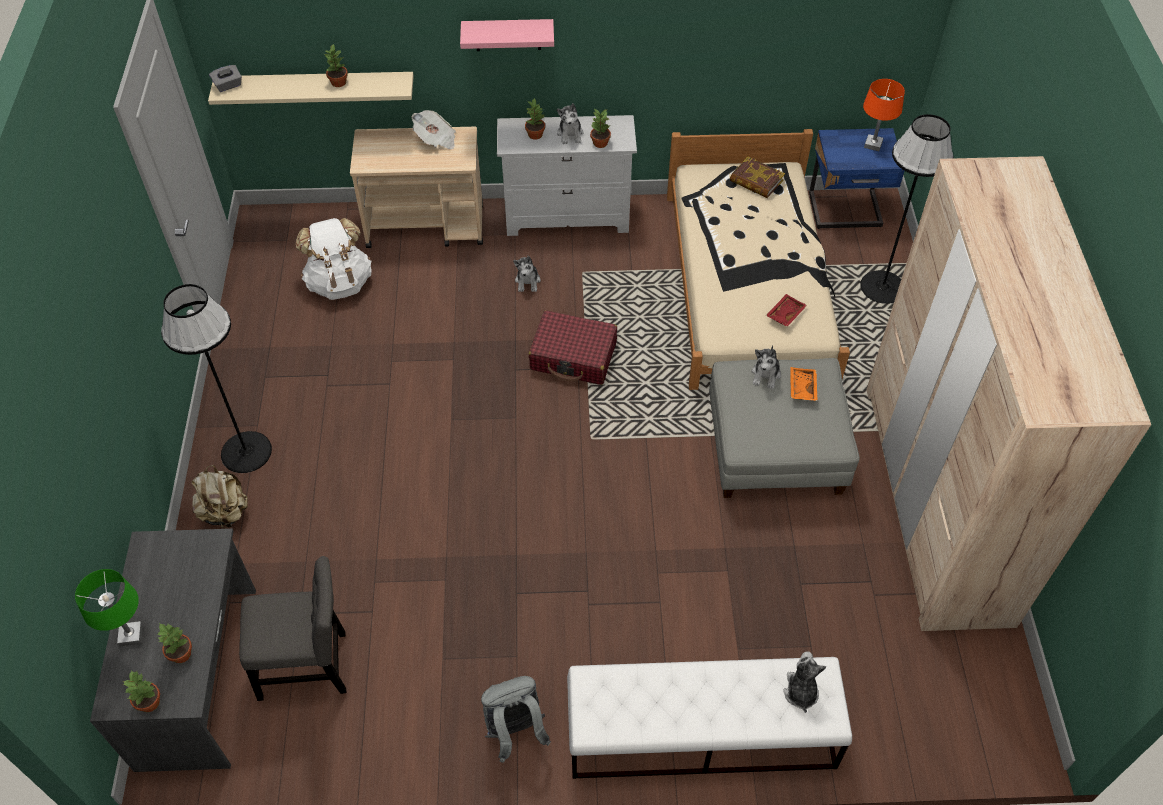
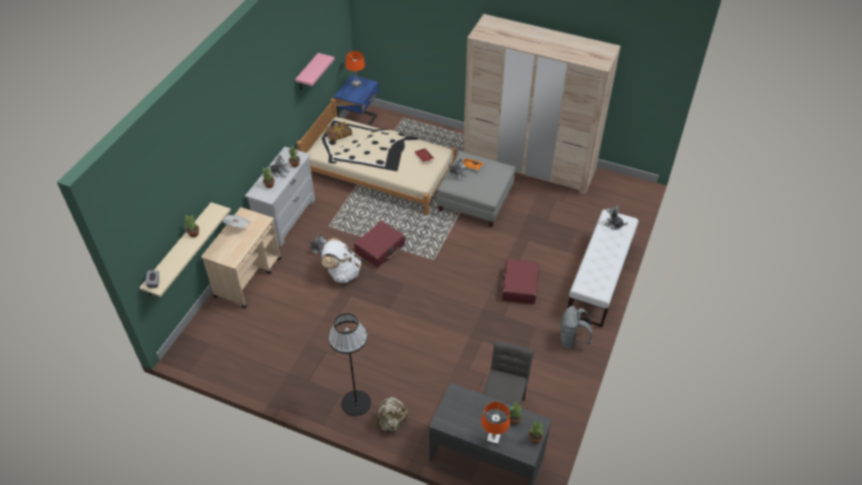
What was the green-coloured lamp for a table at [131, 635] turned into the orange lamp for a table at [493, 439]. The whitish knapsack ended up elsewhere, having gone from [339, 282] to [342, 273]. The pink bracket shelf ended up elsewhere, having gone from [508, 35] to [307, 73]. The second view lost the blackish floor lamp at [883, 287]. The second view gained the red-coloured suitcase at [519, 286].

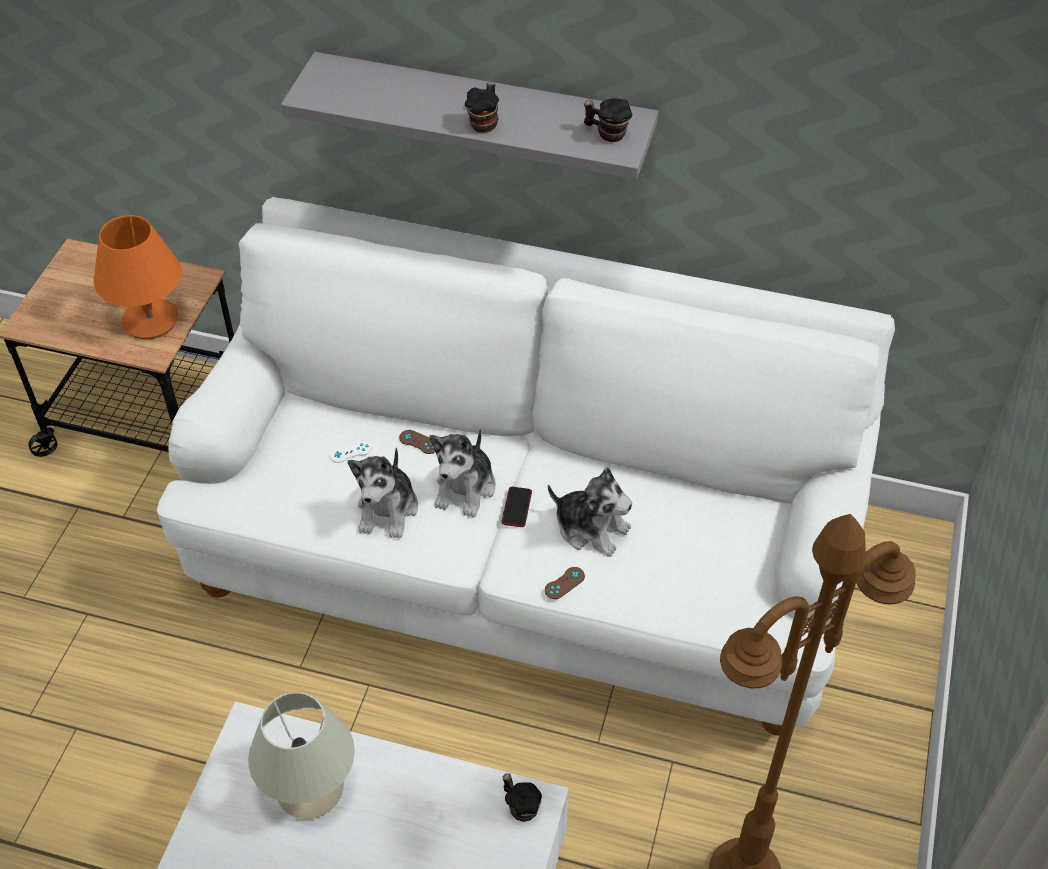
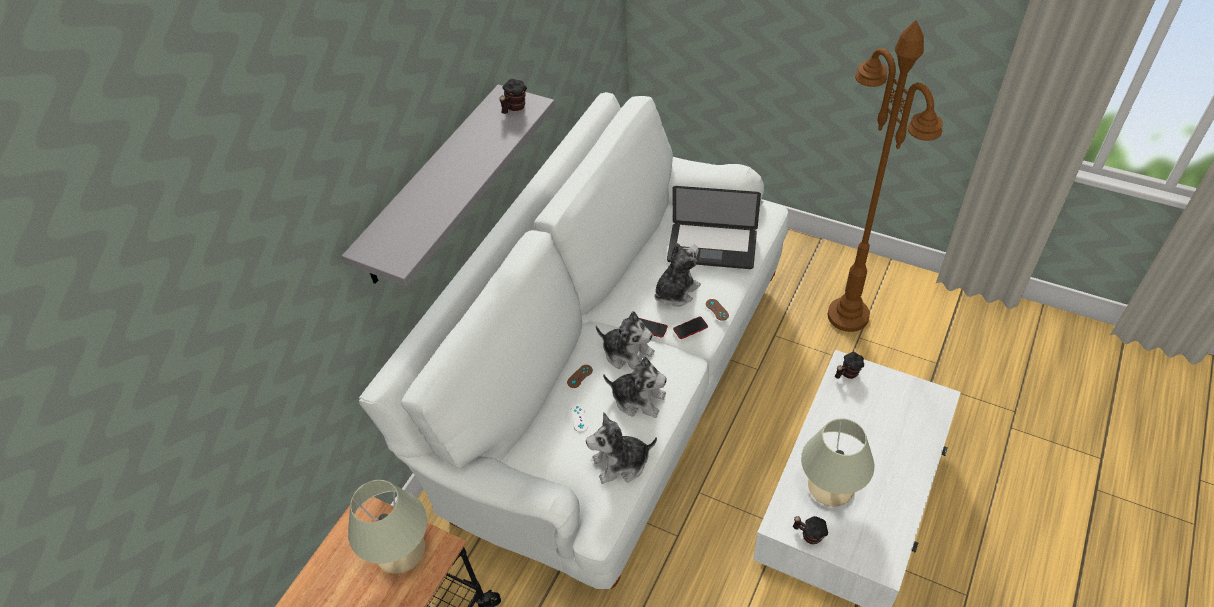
What was the orange lamp for a table at [150, 320] turned into the beige-coloured lamp for a table at [400, 551]. The coffee mug ended up elsewhere, having gone from [485, 122] to [808, 535]. The second view gained the cuddly toy at [621, 463]. The second view gained the laptop at [712, 247]. The second view gained the phone at [690, 328].

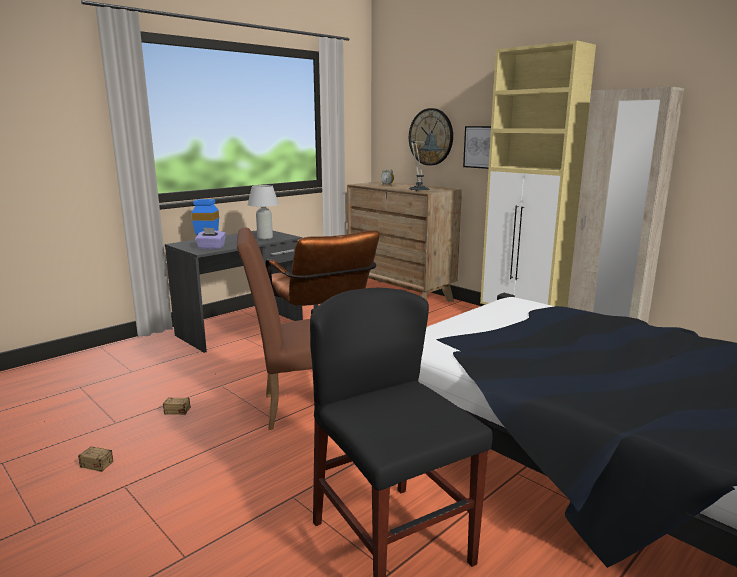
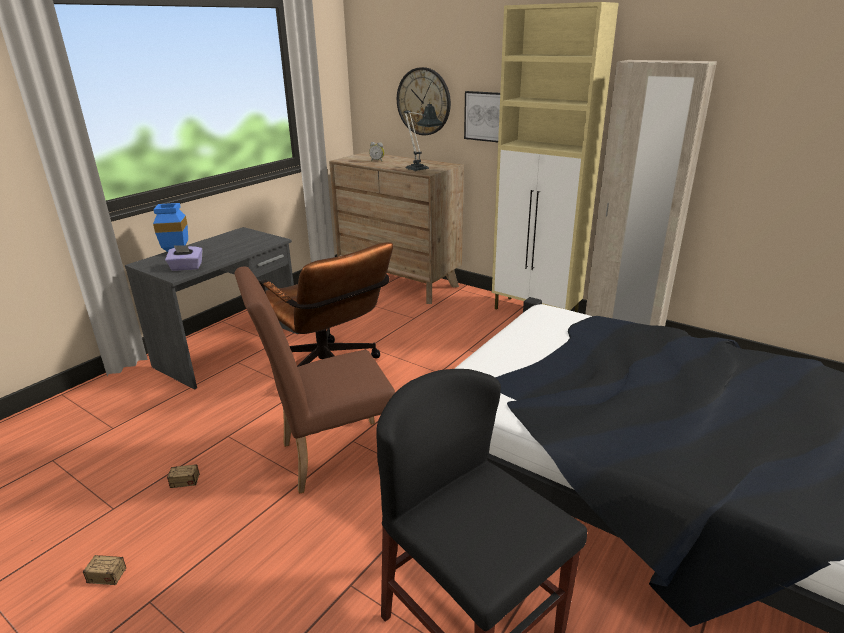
The second view lost the whitish lamp for a table at [265, 238].

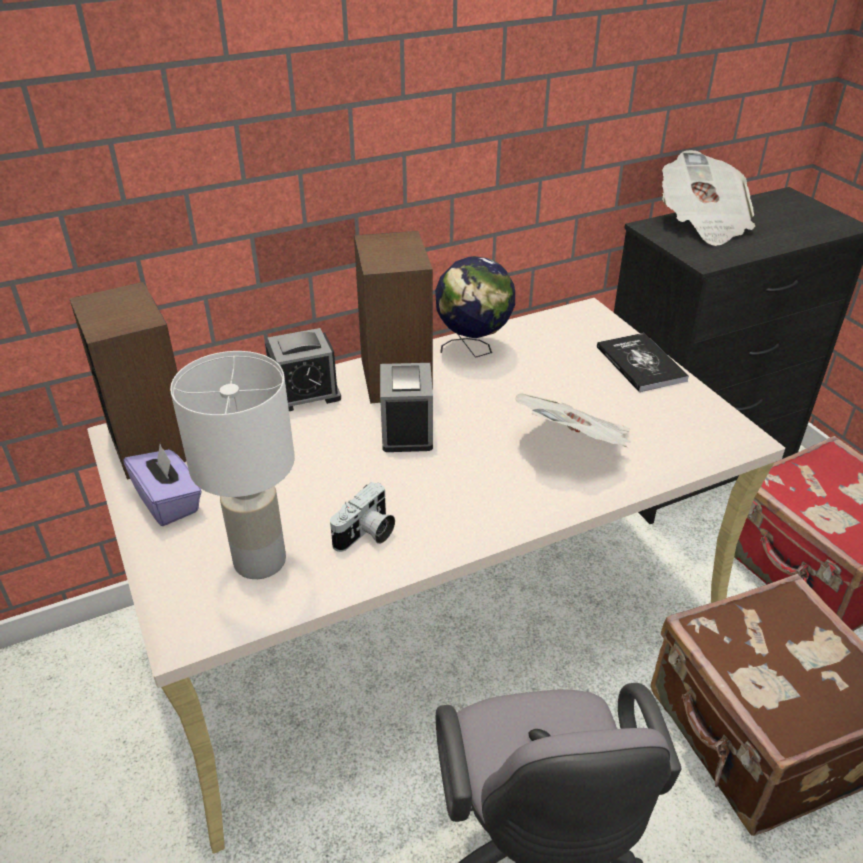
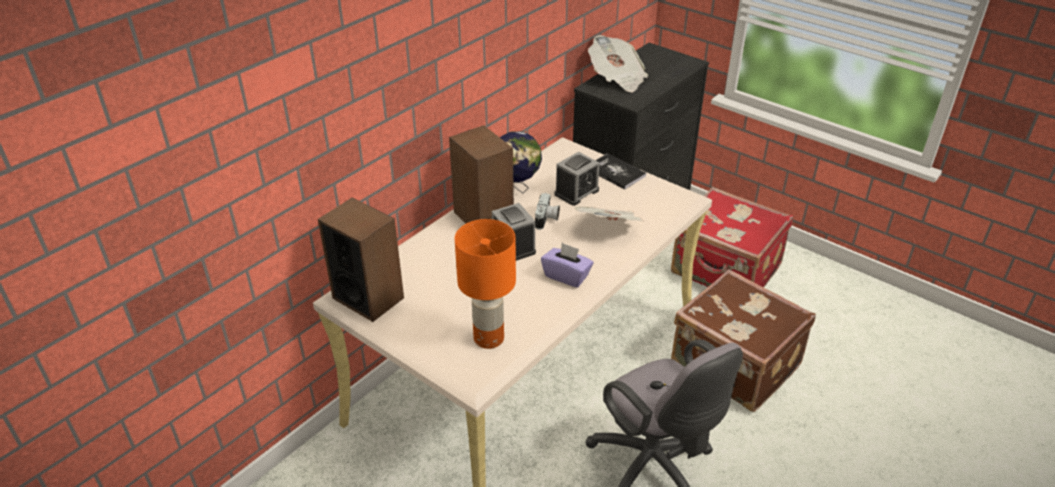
The purplish tissue box ended up elsewhere, having gone from [169, 502] to [566, 276]. What was the whitish lamp for a table at [261, 562] turned into the orange lamp for a table at [489, 338]. The table clock ended up elsewhere, having gone from [304, 394] to [576, 192]. The still camera ended up elsewhere, having gone from [366, 534] to [547, 219].

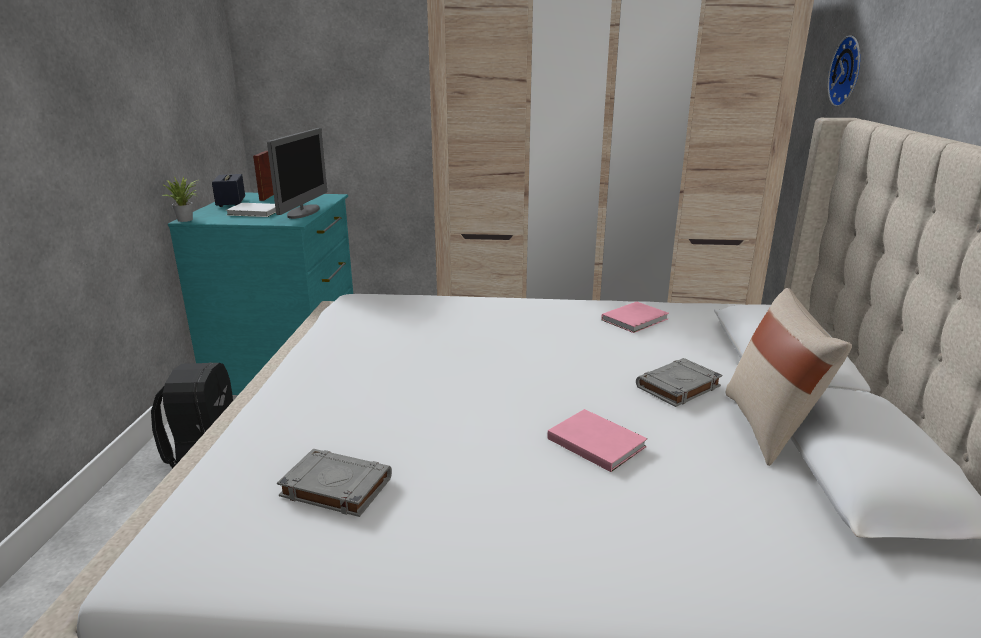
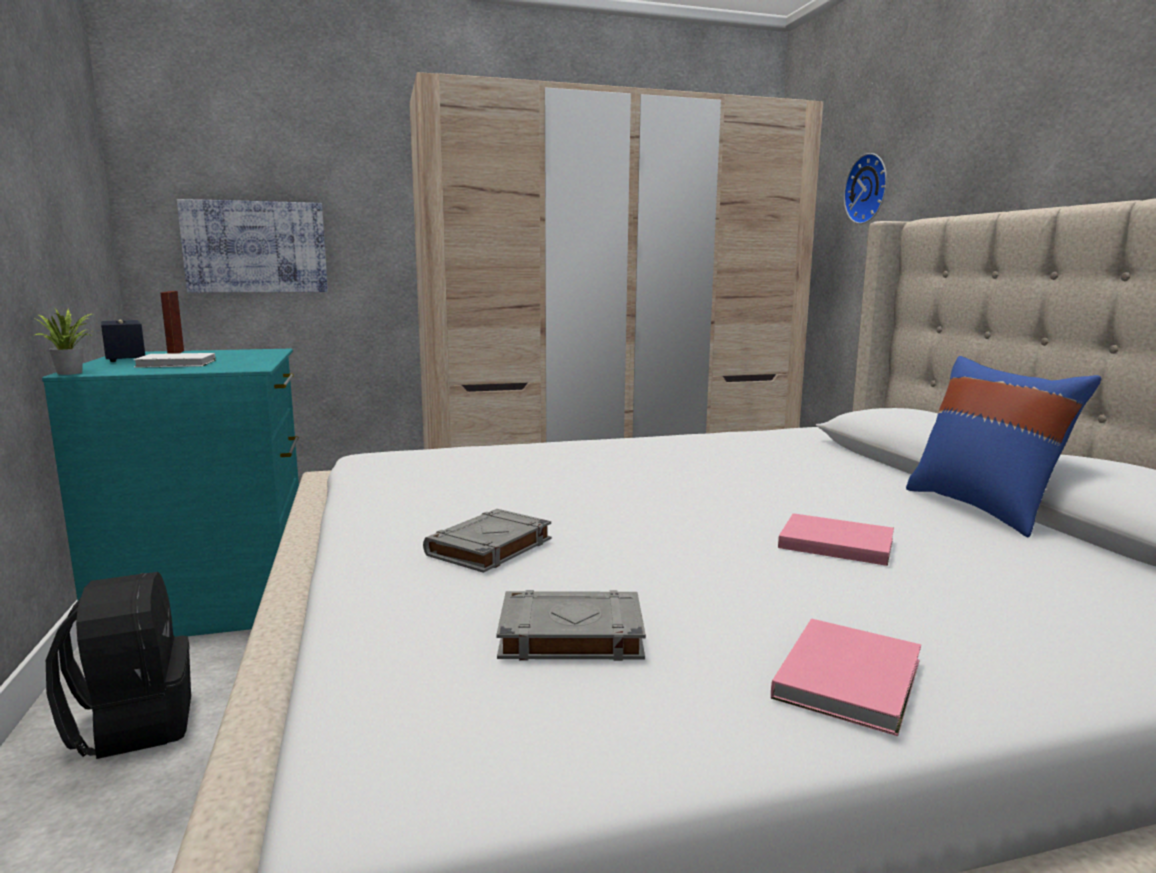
The second view lost the computer screen at [304, 212]. The pink volume ended up elsewhere, having gone from [636, 319] to [851, 677]. The grey volume ended up elsewhere, having gone from [678, 387] to [489, 548]. What was the beige-coloured pillow at [770, 427] turned into the bluish pillow at [984, 509]. The second view gained the wall art at [255, 247].

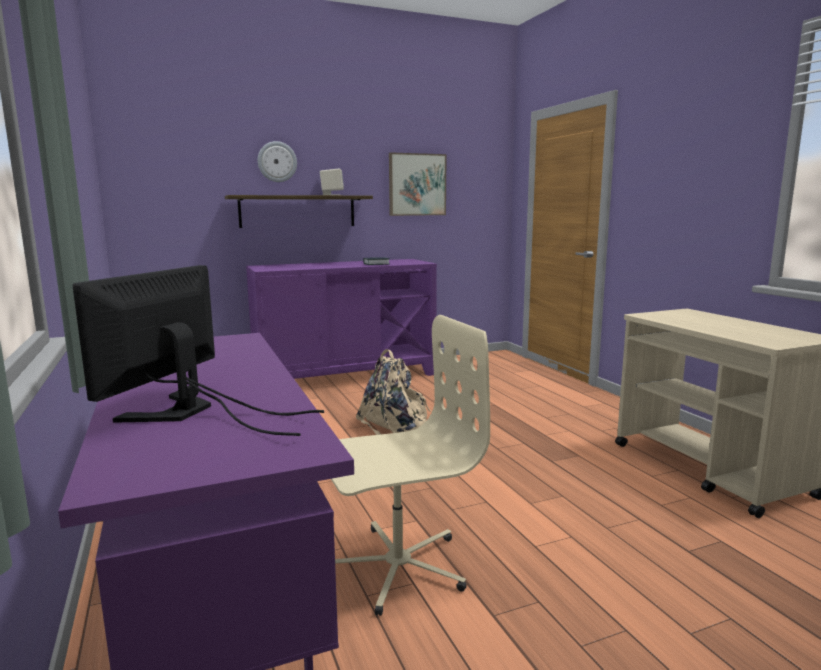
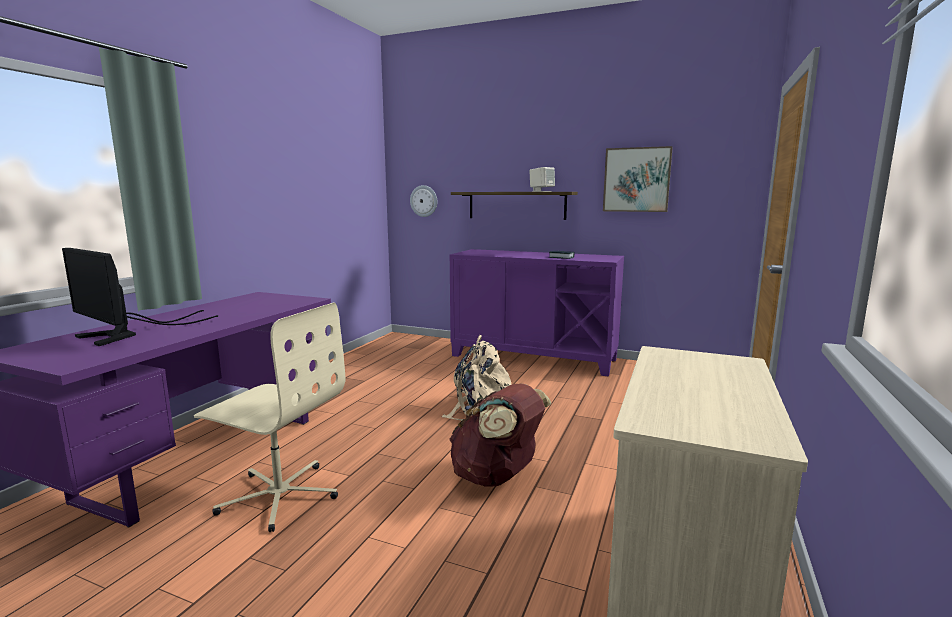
The computer screen at [193, 414] ended up facing another way, 120 degrees counterclockwise from before. The wall clock ended up elsewhere, having gone from [277, 162] to [424, 201]. The second view gained the brown knapsack at [497, 477].

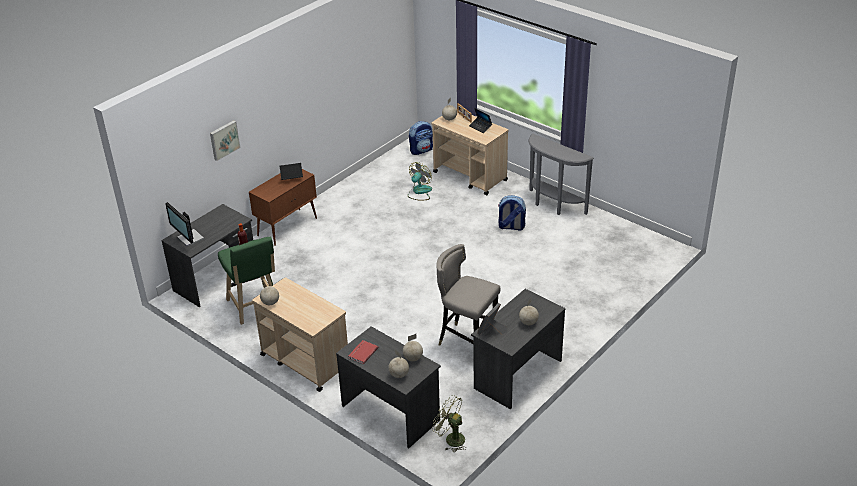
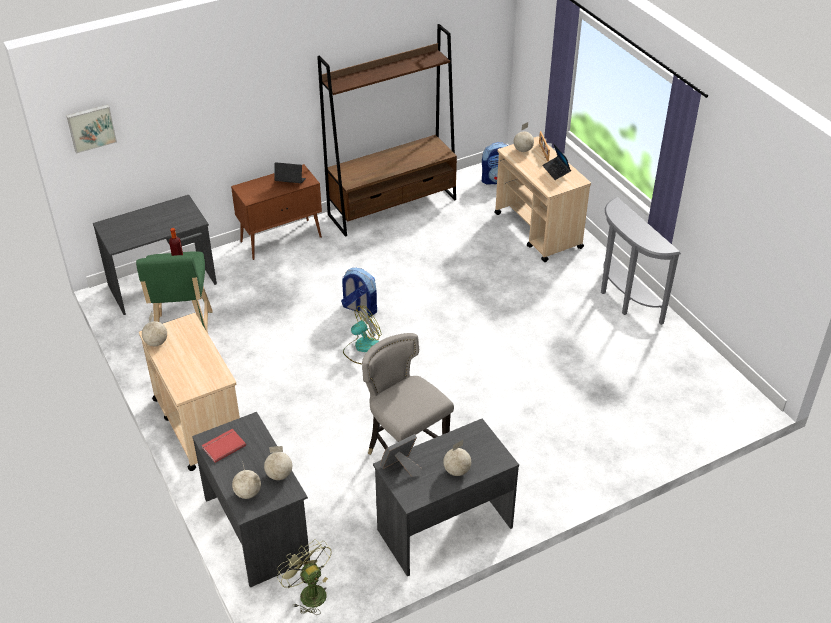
The second view lost the computer screen at [189, 238]. The wall art ended up elsewhere, having gone from [224, 139] to [91, 127]. The electric fan ended up elsewhere, having gone from [419, 192] to [362, 348]. The knapsack ended up elsewhere, having gone from [511, 227] to [359, 309]. The second view gained the brown bookshelf at [393, 207].

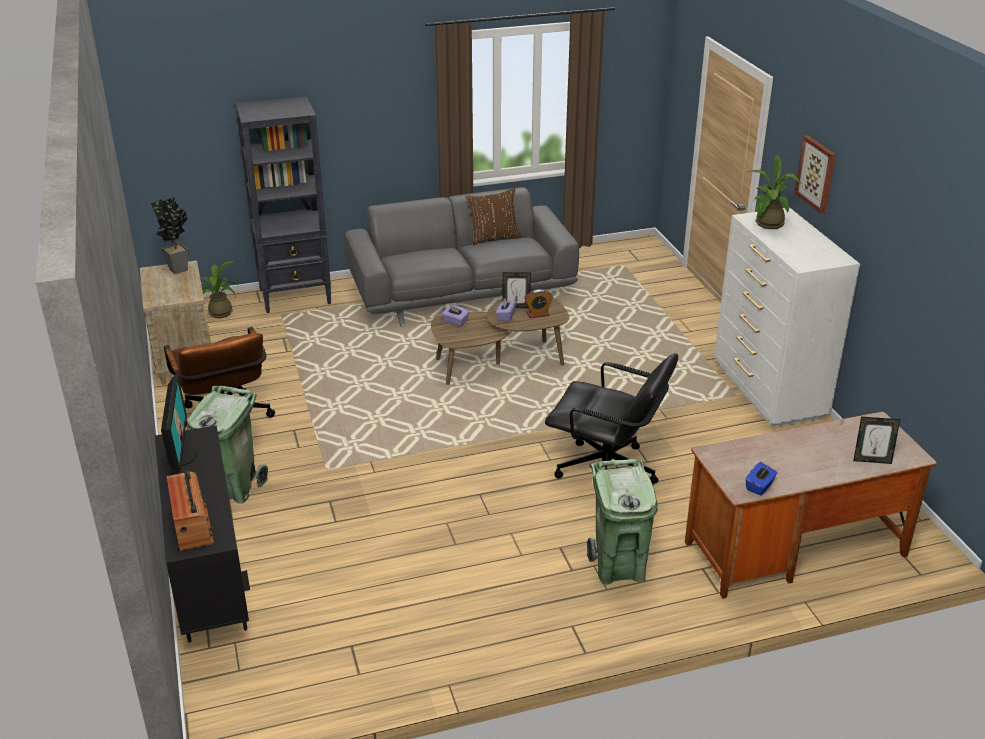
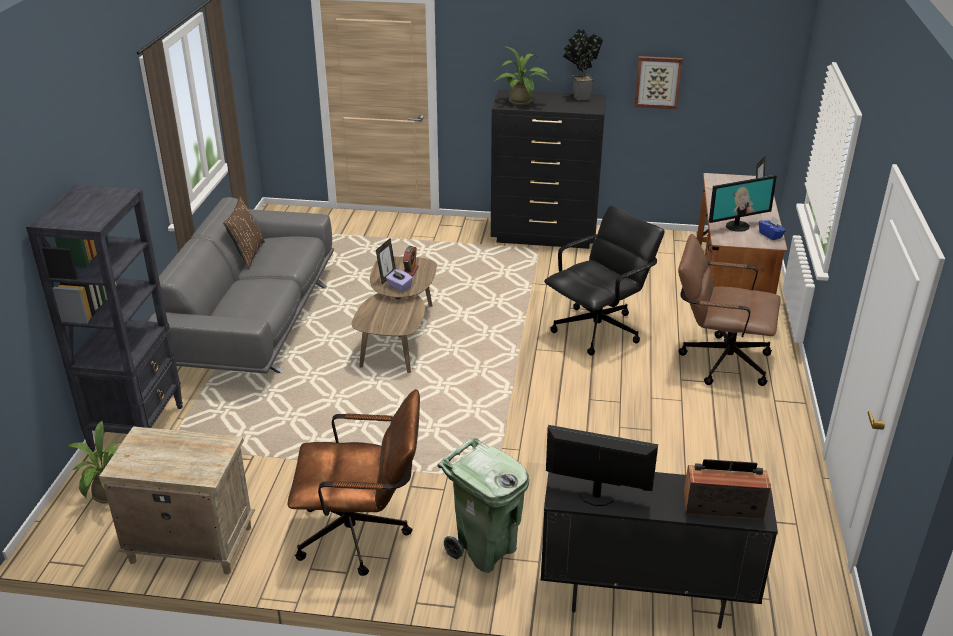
The plant in a pot ended up elsewhere, having gone from [178, 268] to [578, 97]. The second view lost the purplish tissue box at [455, 322]. Where the green-coloured rubbish bin stood at [619, 568], the brown office chair came to stand at [717, 360]. What was the whitish chest of drawers at [768, 393] turned into the blackish chest of drawers at [545, 236]. The wall art ended up elsewhere, having gone from [817, 174] to [658, 82]. The second view gained the computer screen at [737, 226].

